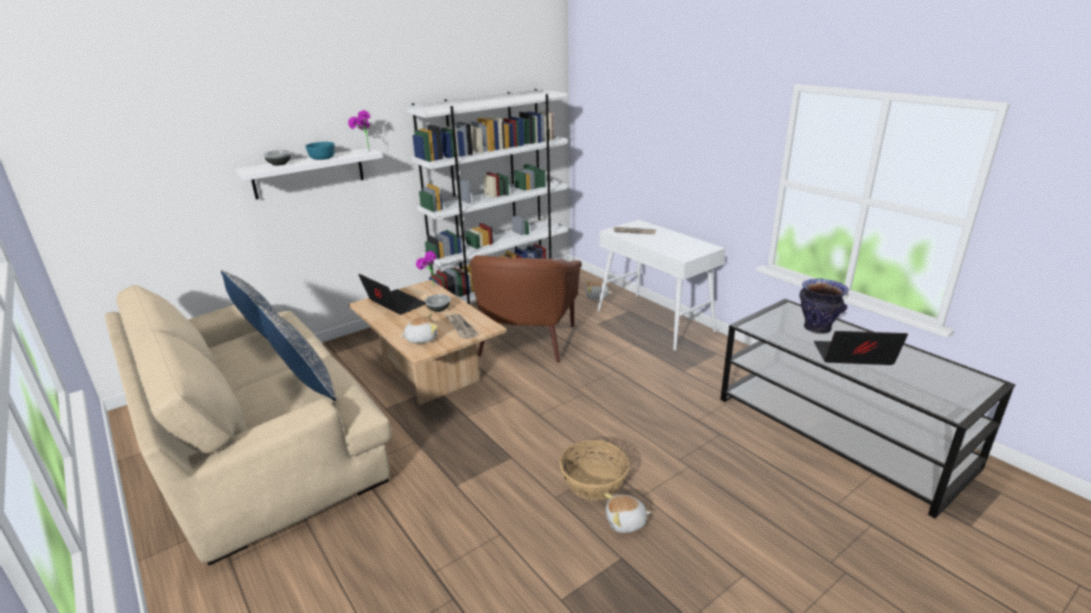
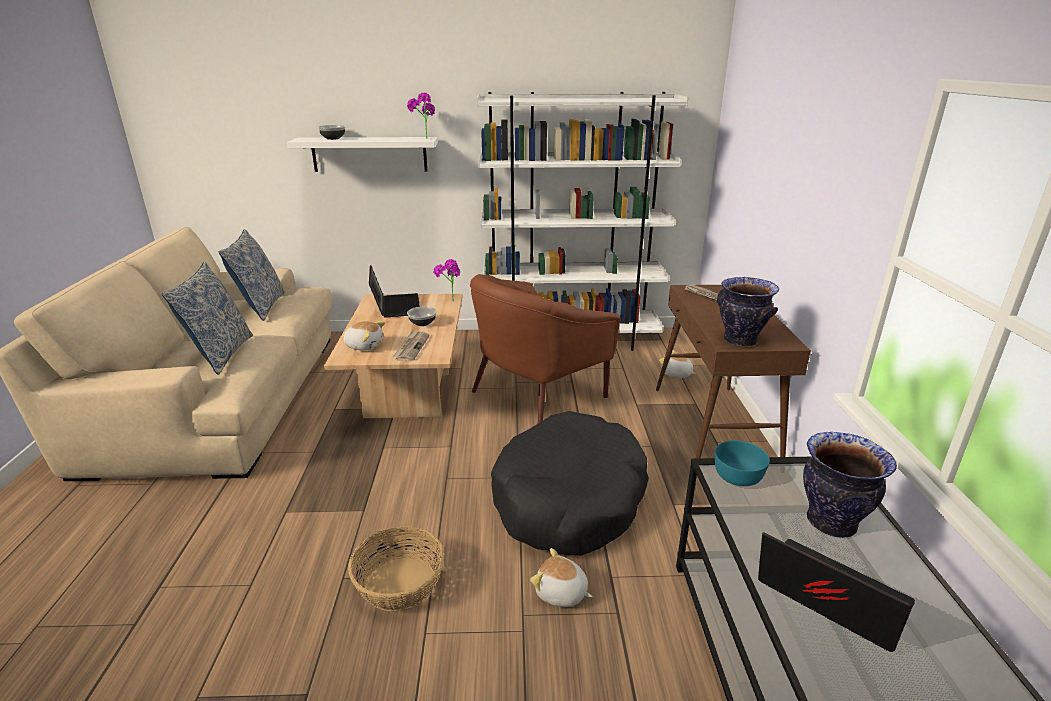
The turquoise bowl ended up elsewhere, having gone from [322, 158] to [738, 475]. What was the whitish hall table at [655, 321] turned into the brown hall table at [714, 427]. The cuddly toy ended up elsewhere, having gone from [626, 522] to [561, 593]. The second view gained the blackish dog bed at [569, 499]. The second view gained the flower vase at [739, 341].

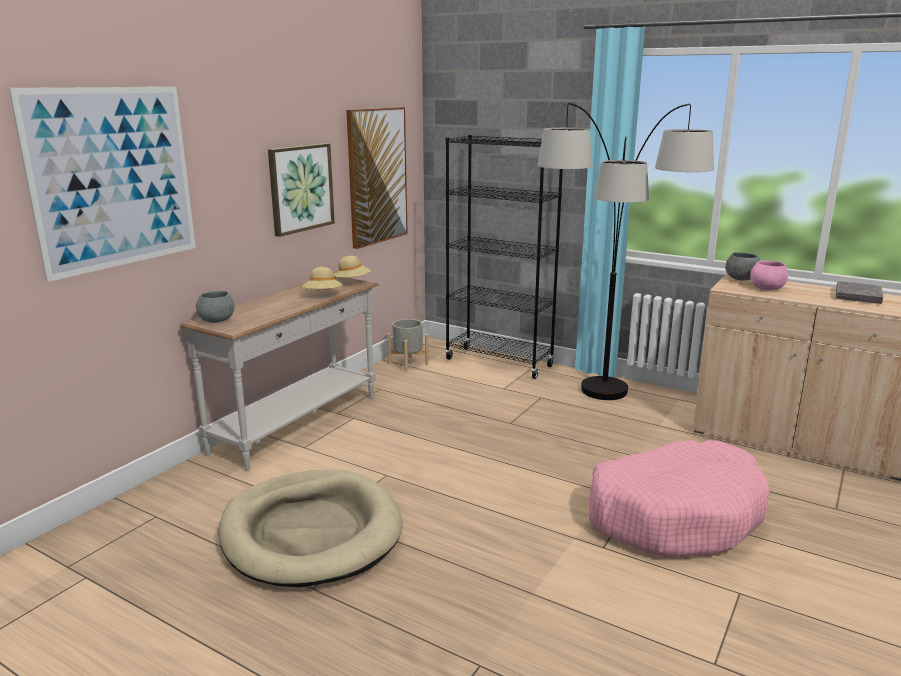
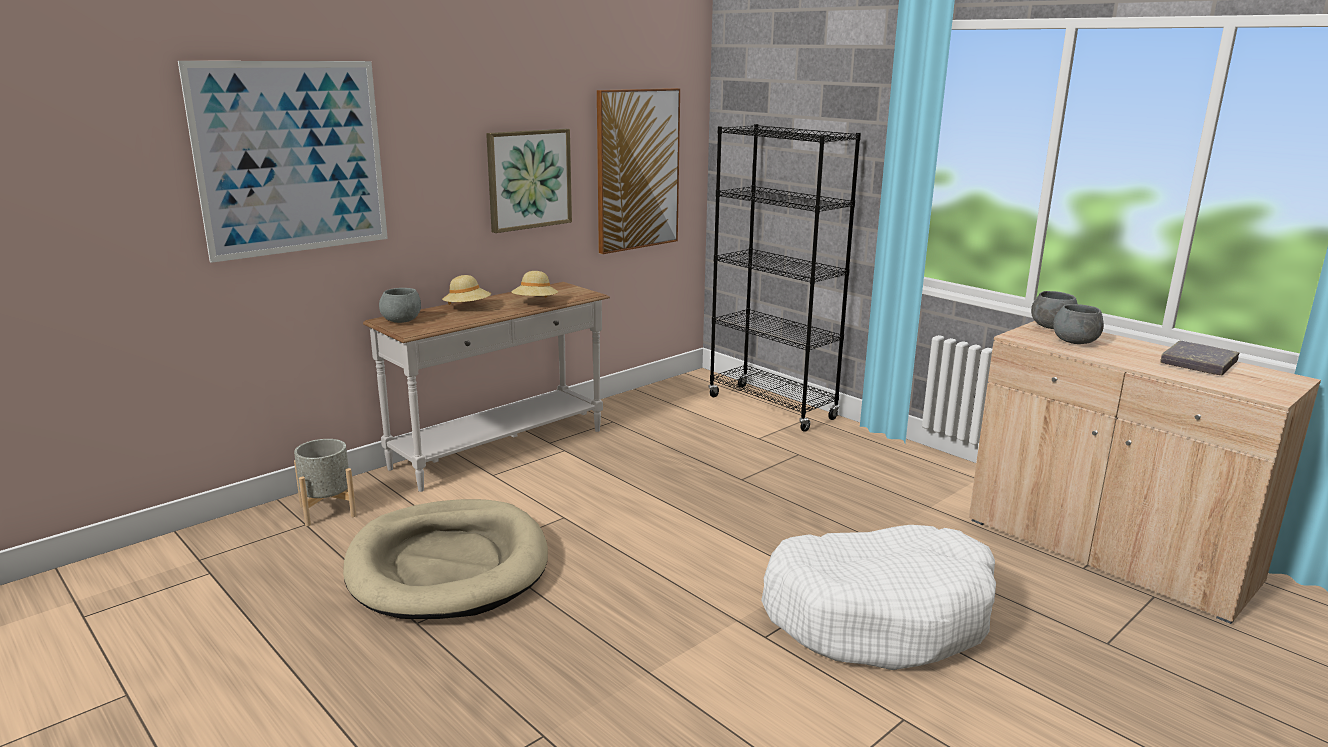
The beige-coloured hat ended up elsewhere, having gone from [352, 282] to [467, 308]. The grey flower pot ended up elsewhere, having gone from [408, 363] to [328, 510]. The second view lost the floor lamp at [603, 415]. What was the pink dog bed at [674, 515] turned into the whitish dog bed at [879, 615]. What was the pink bowl at [767, 289] turned into the grey bowl at [1075, 342].

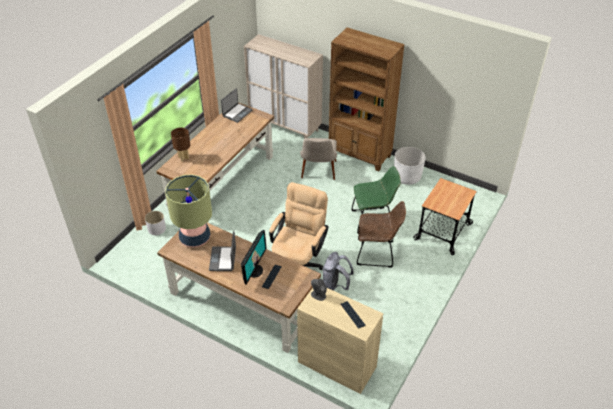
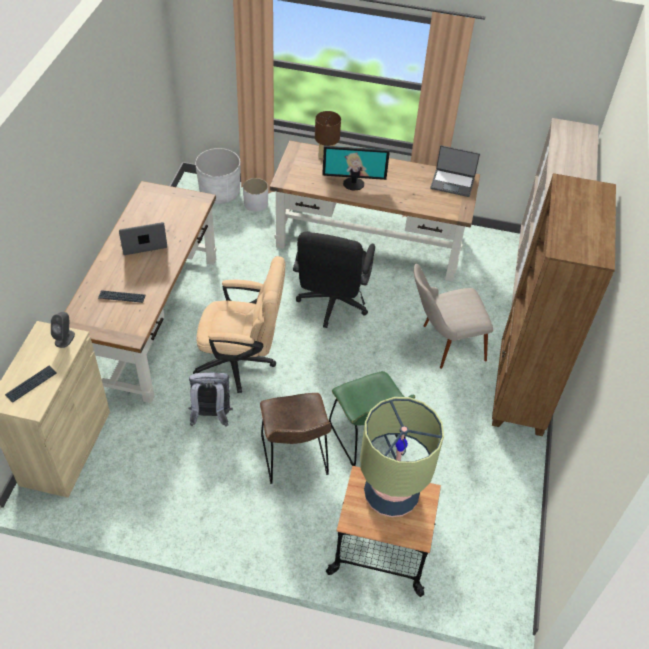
The lamp for a table ended up elsewhere, having gone from [195, 238] to [391, 495]. The computer screen ended up elsewhere, having gone from [254, 270] to [353, 183]. The whitish flower pot ended up elsewhere, having gone from [407, 177] to [220, 193]. The second view gained the blackish office chair at [331, 305].

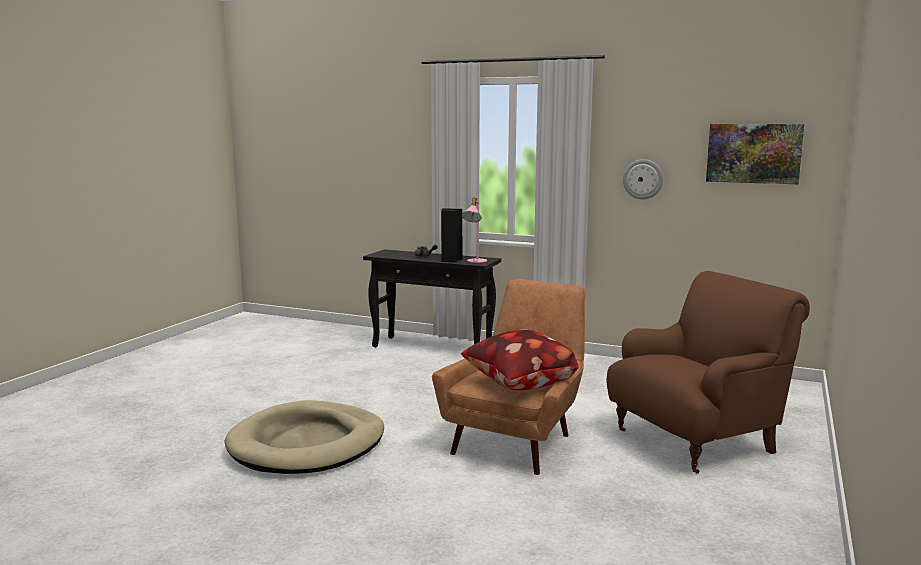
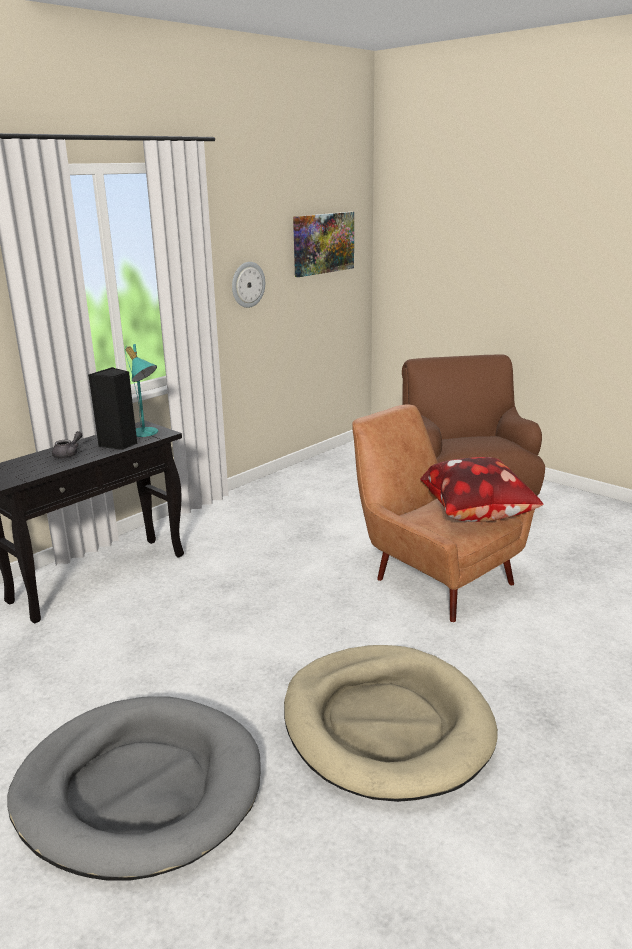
What was the pink lamp for a table at [474, 261] turned into the turquoise lamp for a table at [146, 433]. The second view gained the grey dog bed at [139, 789].

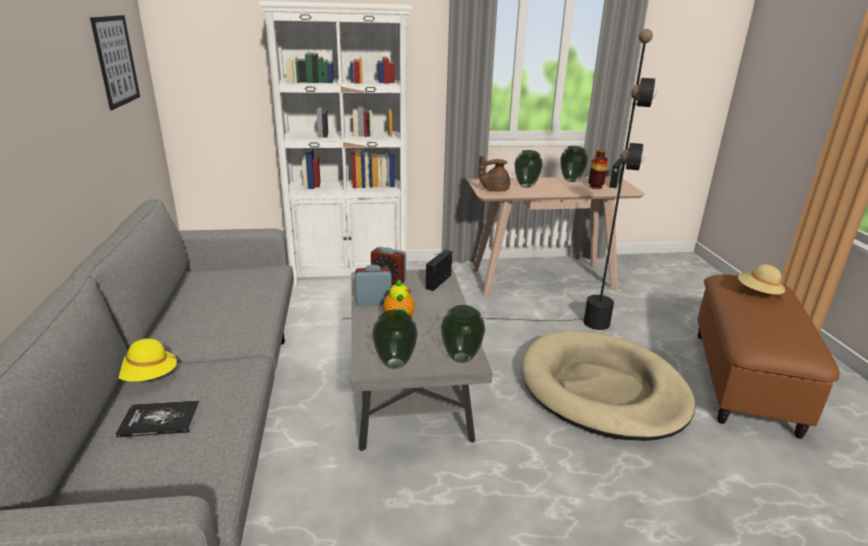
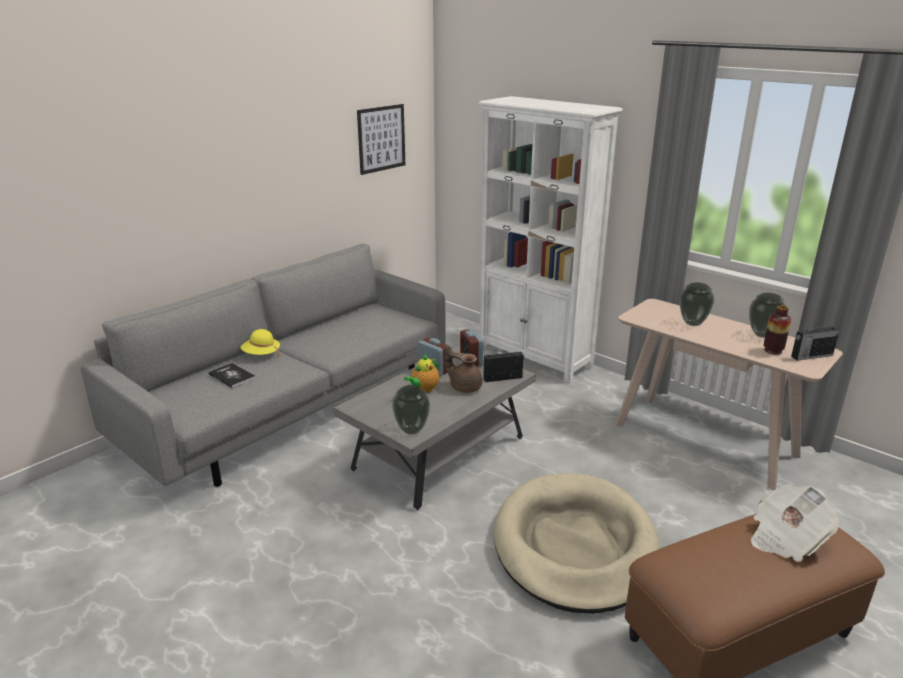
The second view lost the blackish floor lamp at [525, 321]. The second view lost the flower vase at [395, 364]. The brown pot for tea ended up elsewhere, having gone from [494, 189] to [464, 387]. Where the beige-coloured hat stood at [758, 293], the printed paper came to stand at [786, 538].

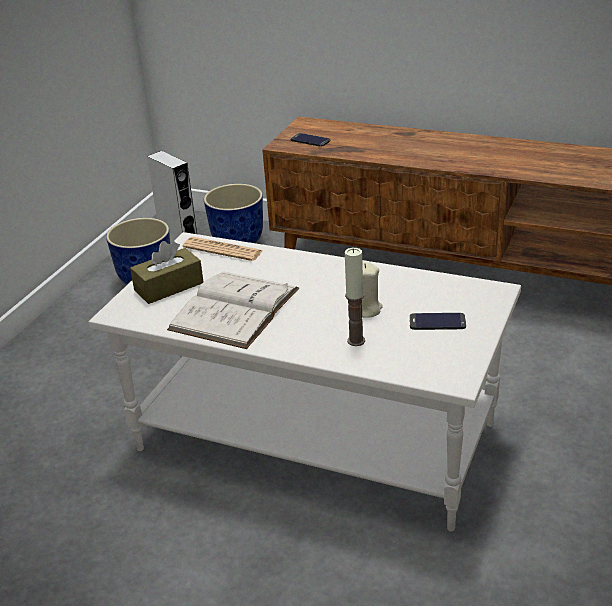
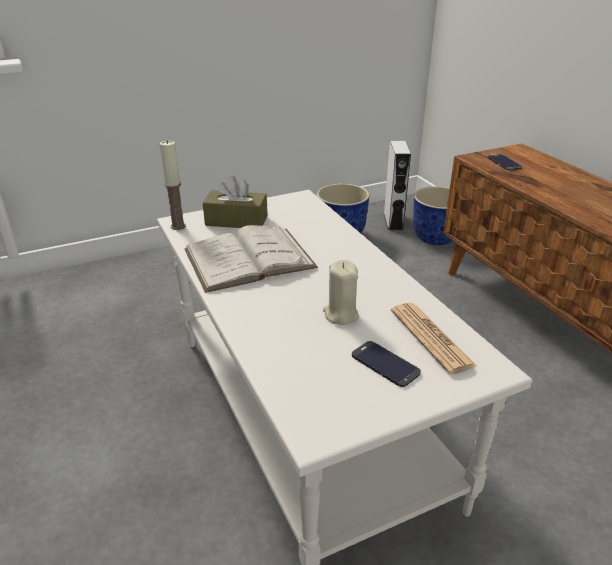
The printed paper ended up elsewhere, having gone from [222, 250] to [431, 338]. The wax candle ended up elsewhere, having gone from [356, 341] to [178, 226].

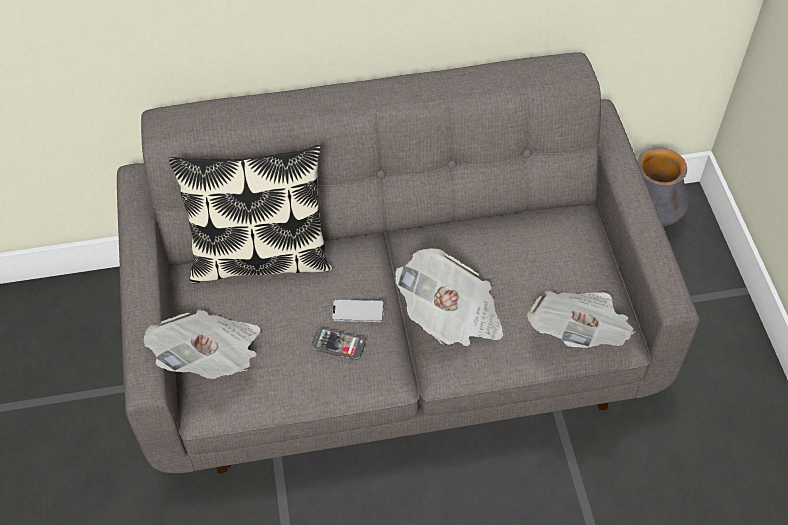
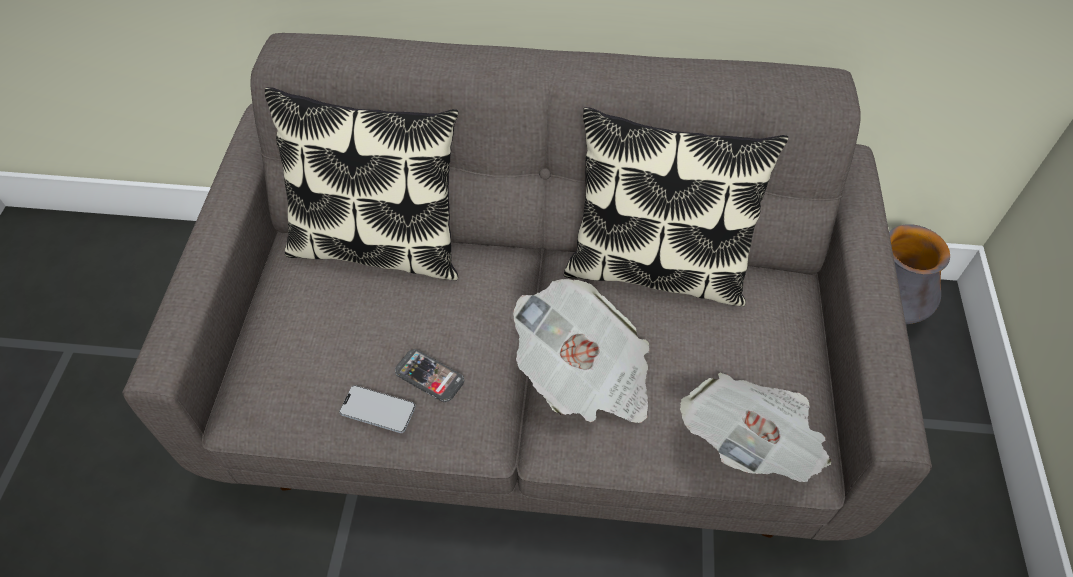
The second view lost the printed paper at [211, 357]. The phone ended up elsewhere, having gone from [358, 311] to [378, 410]. The second view gained the pillow at [656, 267].

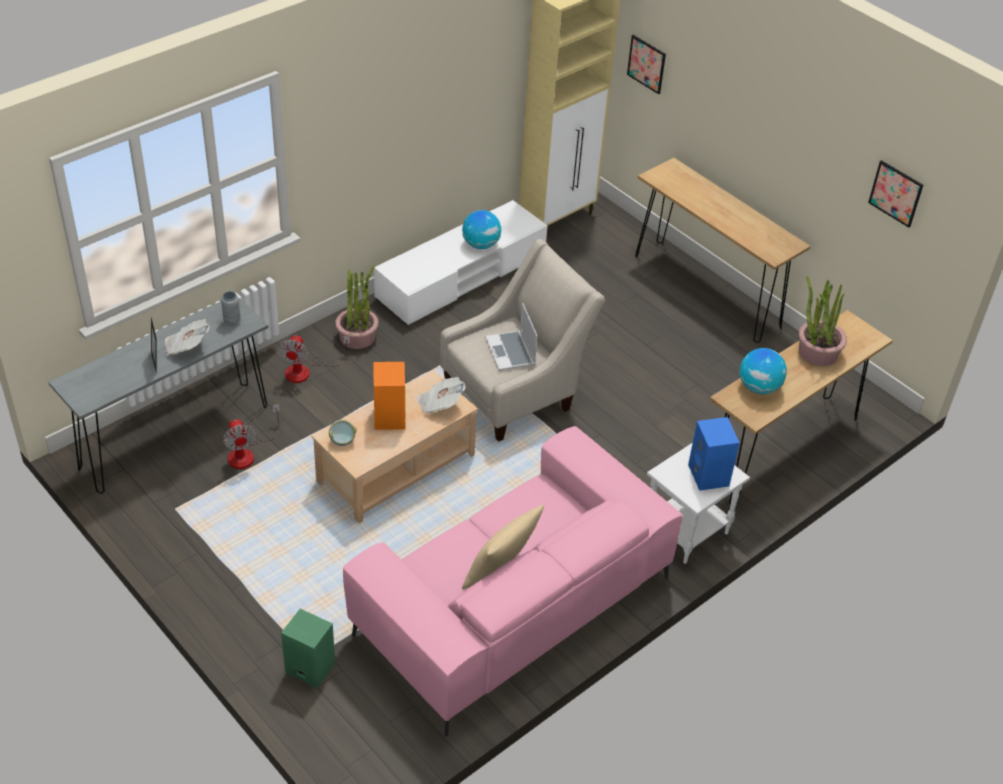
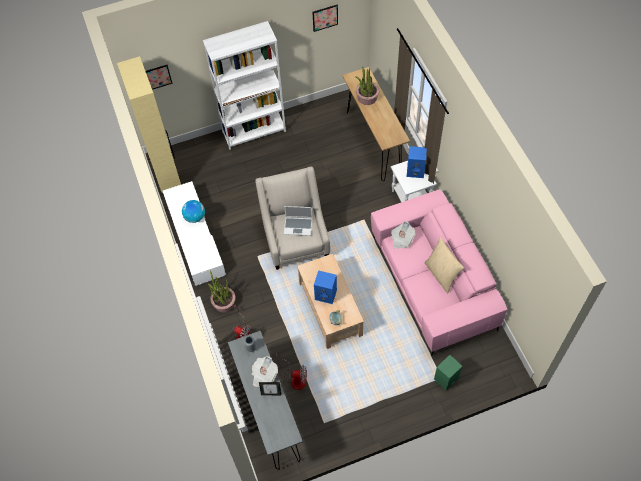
What was the orange loudspeaker at [390, 418] turned into the bluish loudspeaker at [326, 294]. The printed paper ended up elsewhere, having gone from [439, 404] to [401, 239]. Where the brown hall table stood at [706, 291], the whitish bookshelf came to stand at [254, 131]. The second view lost the desk globe at [759, 387].

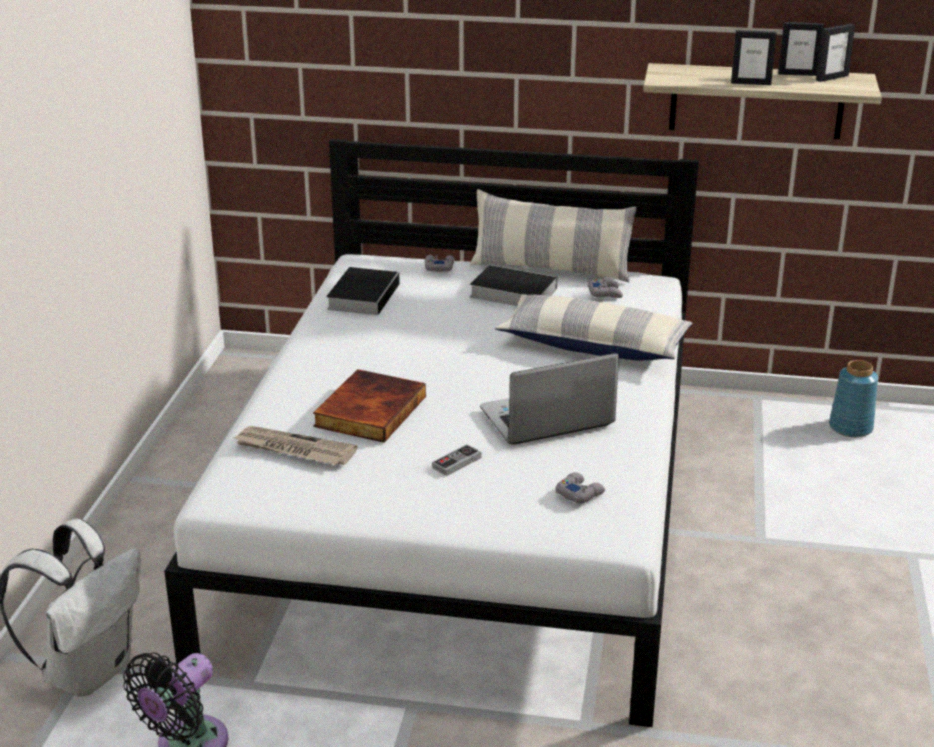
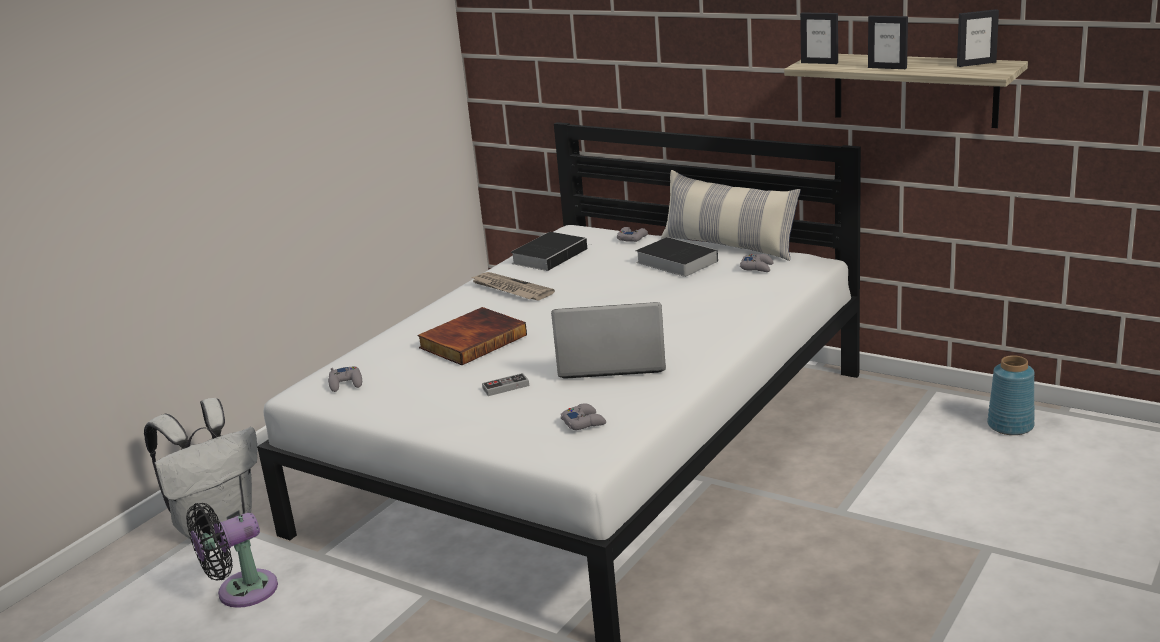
The printed paper ended up elsewhere, having gone from [293, 449] to [510, 289]. The second view lost the pillow at [593, 345]. The standing frame ended up elsewhere, having gone from [797, 74] to [819, 63]. The second view gained the grey joypad at [346, 383].

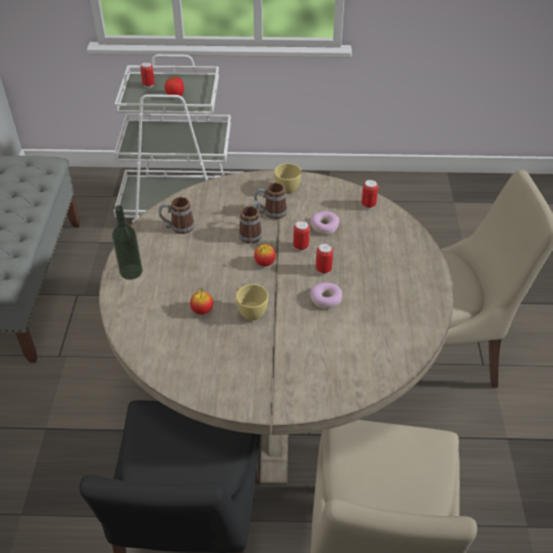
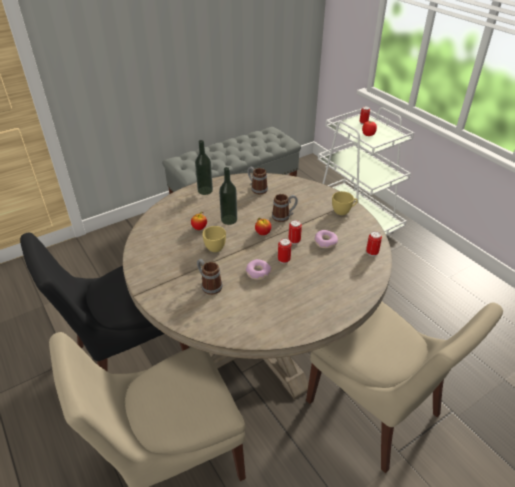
The coffee mug ended up elsewhere, having gone from [271, 212] to [209, 285]. The second view gained the beverage bottle at [229, 219].

